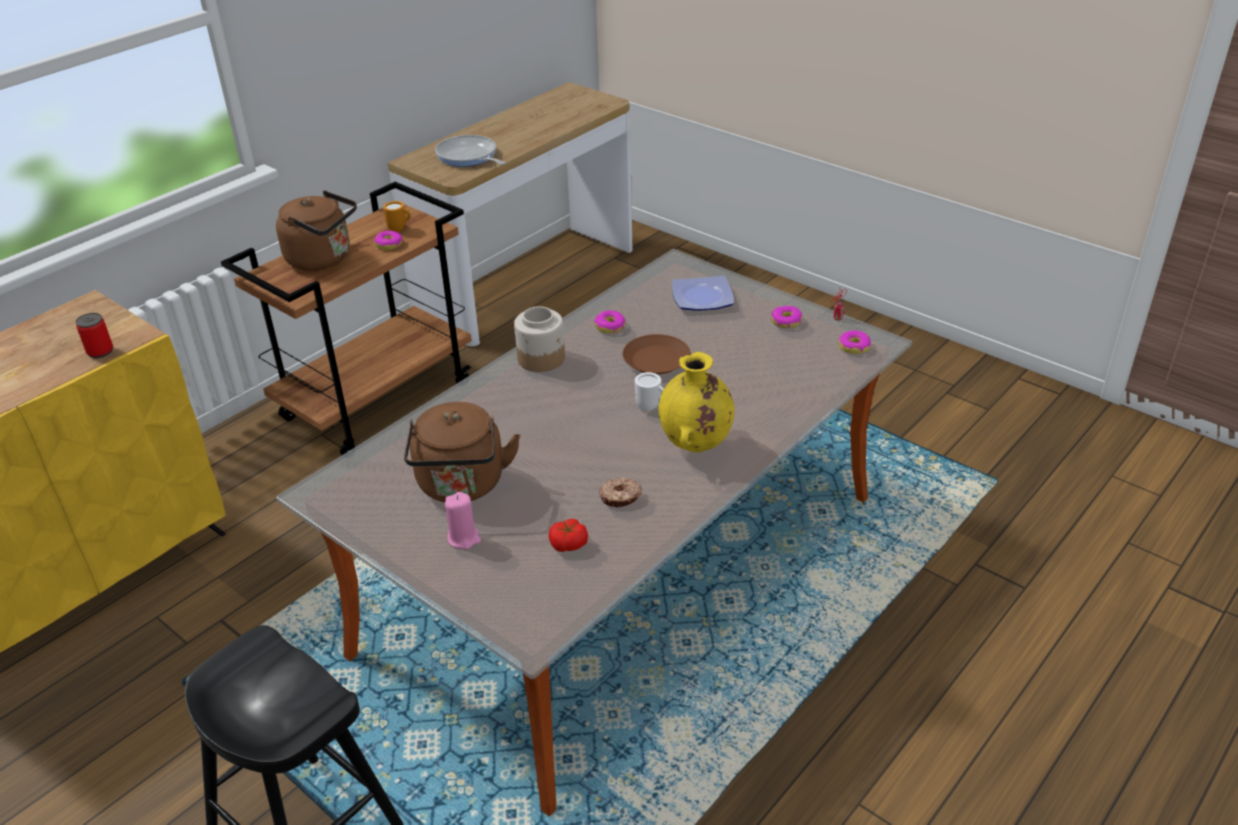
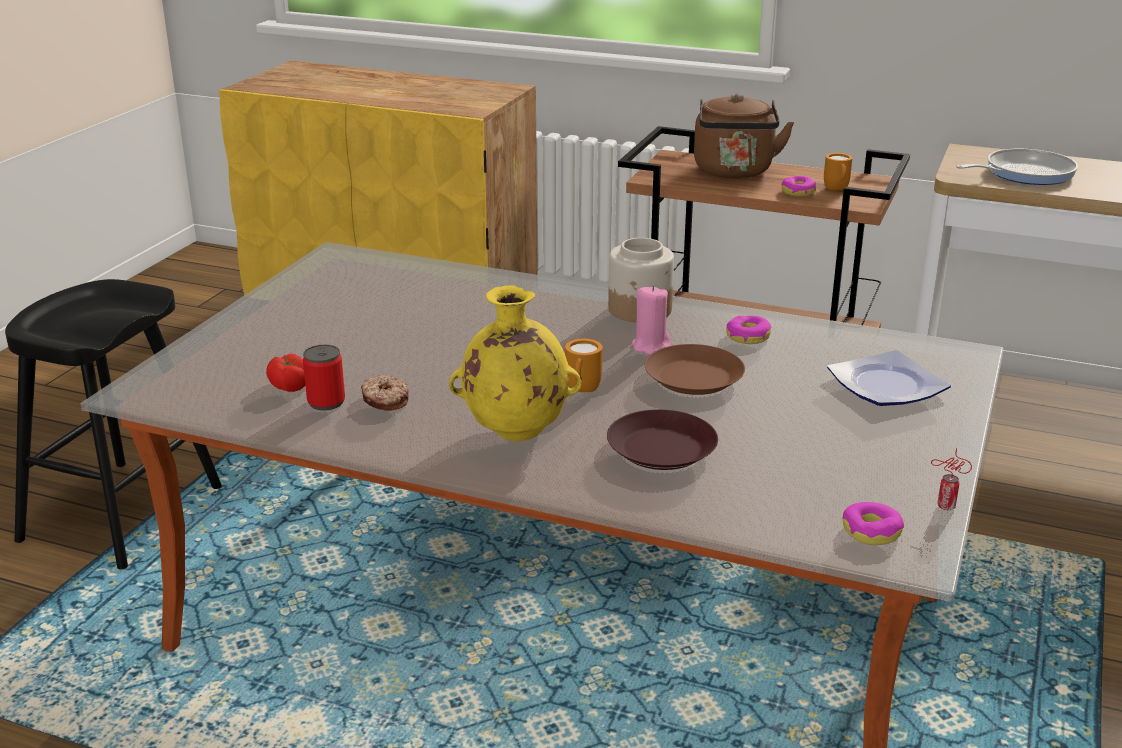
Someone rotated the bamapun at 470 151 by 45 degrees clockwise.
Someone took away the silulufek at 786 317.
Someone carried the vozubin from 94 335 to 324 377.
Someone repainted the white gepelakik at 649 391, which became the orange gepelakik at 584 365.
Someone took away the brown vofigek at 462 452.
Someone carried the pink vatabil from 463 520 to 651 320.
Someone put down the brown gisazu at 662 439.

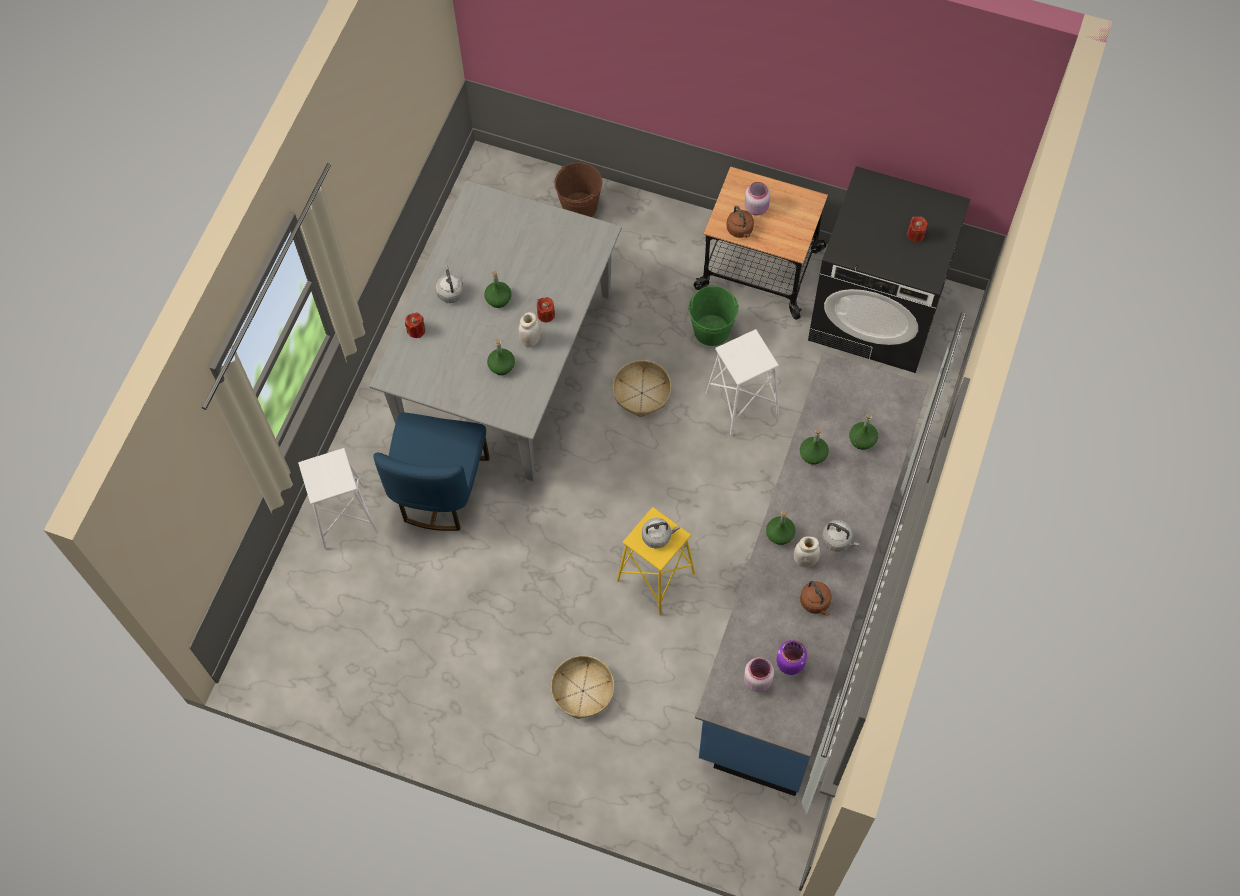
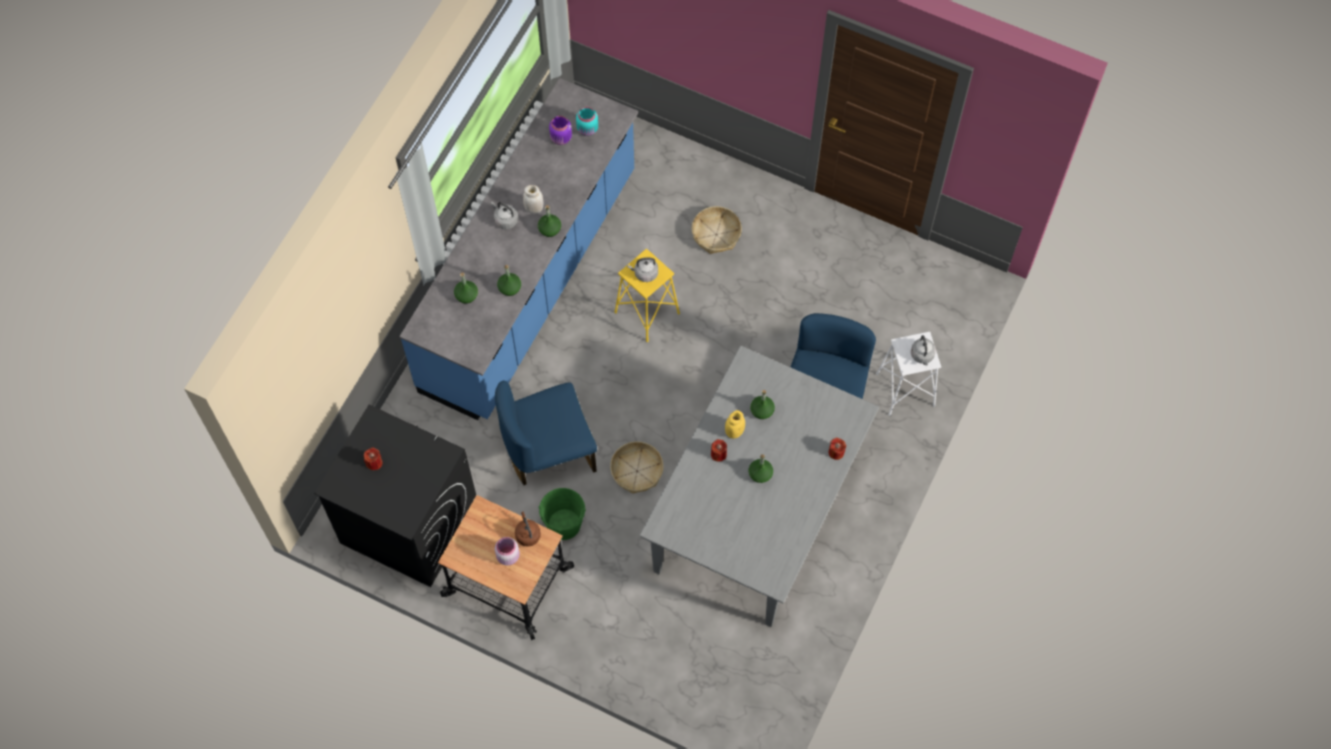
Someone took away the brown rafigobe at 578 190.
Someone carried the grey vofigek from 450 284 to 923 350.
Someone repainted the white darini at 529 329, which became the yellow darini at 735 424.
Someone swapped the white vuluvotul at 742 382 for the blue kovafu at 546 432.
Someone took away the brown vofigek at 816 598.
Someone repainted the pink darini at 759 674, which became the turquoise darini at 587 121.

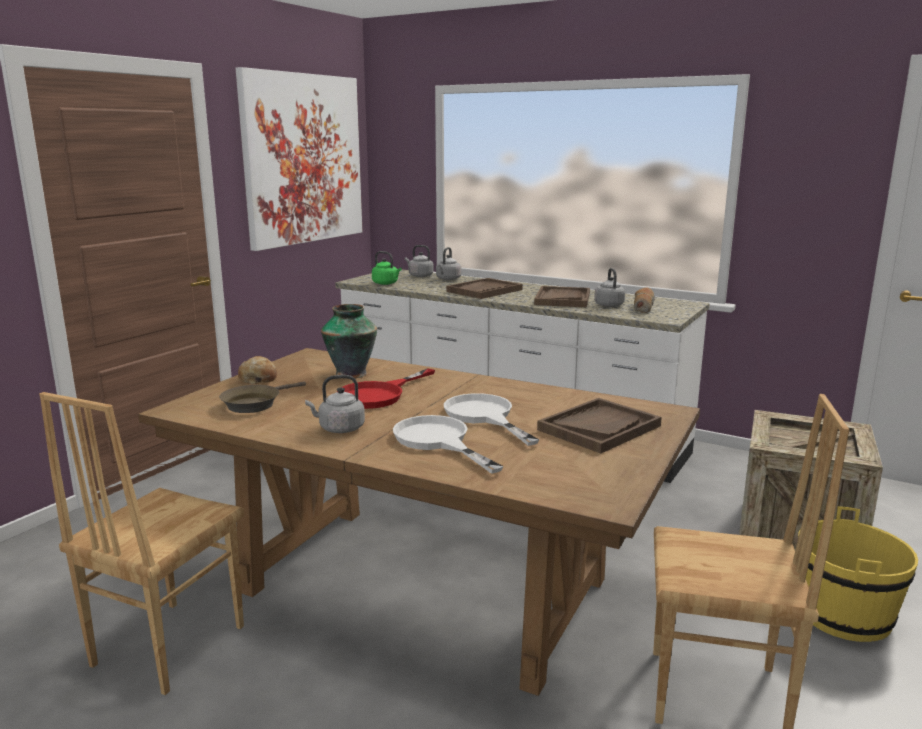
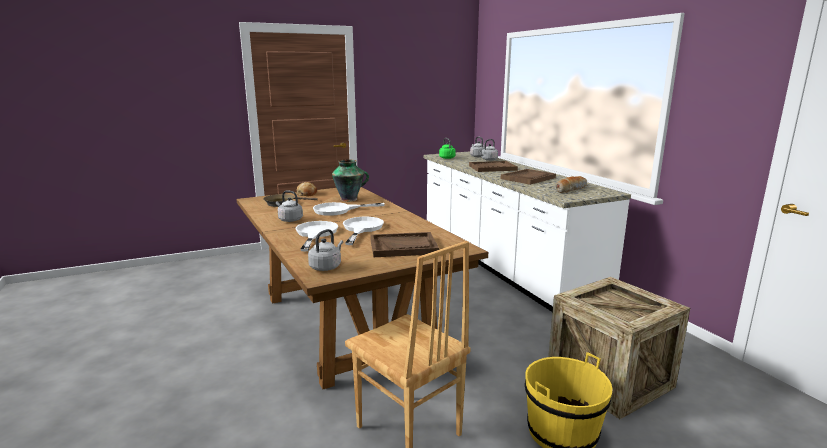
Someone took away the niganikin at 299 159.
Someone carried the grey vofigek from 609 287 to 325 250.
Someone repainted the red bamapun at 386 388, which became the white bamapun at 349 209.
Someone took away the brown kovafu at 142 543.

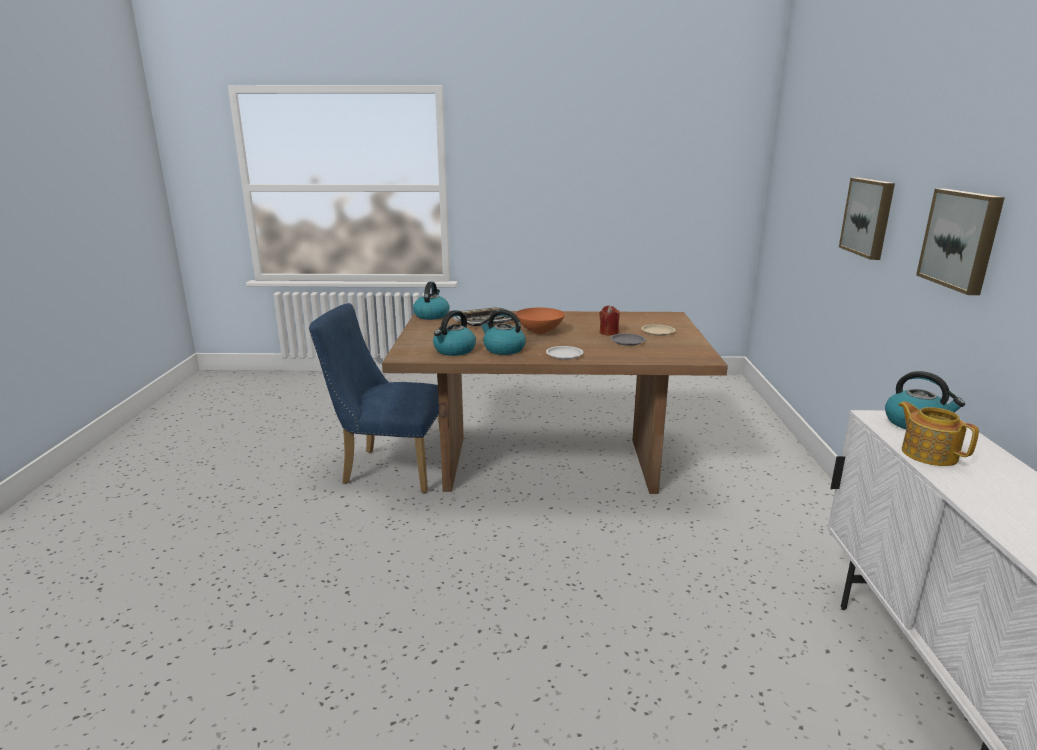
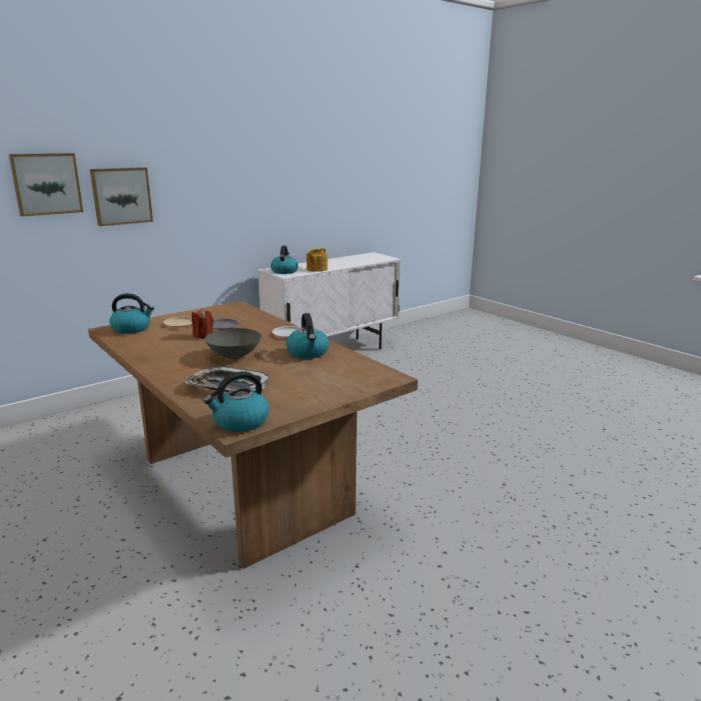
Someone carried the niganikin from 960 242 to 46 184.
Someone took away the blue kovafu at 374 398.
Someone repainted the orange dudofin at 540 321, which became the grey dudofin at 233 343.
Someone carried the vofigek from 454 333 to 131 313.

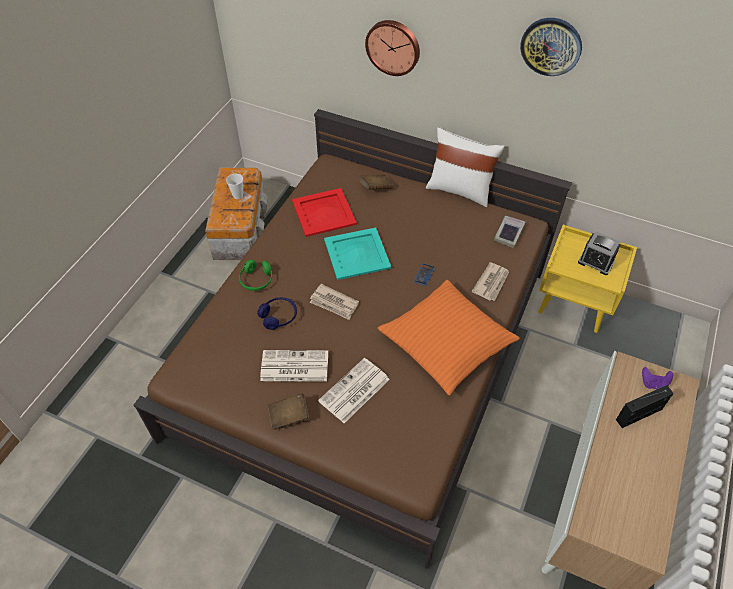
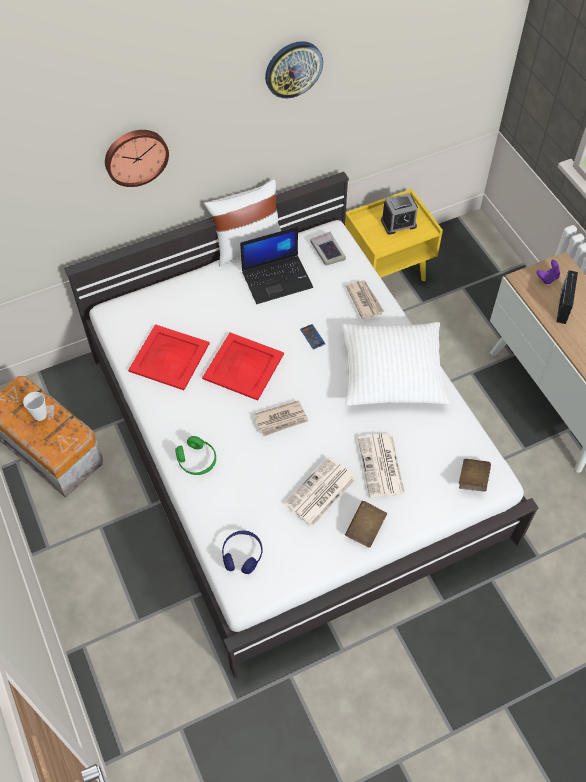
Someone repainted the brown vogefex at 352 339, which became the white vogefex at 301 425.
Someone carried the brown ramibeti from 376 182 to 475 475.
Someone repainted the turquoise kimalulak at 357 254, which became the red kimalulak at 243 366.
Someone repainted the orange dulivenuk at 449 338, which became the white dulivenuk at 396 364.
Someone carried the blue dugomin from 277 313 to 242 552.
Someone put down the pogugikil at 276 265.

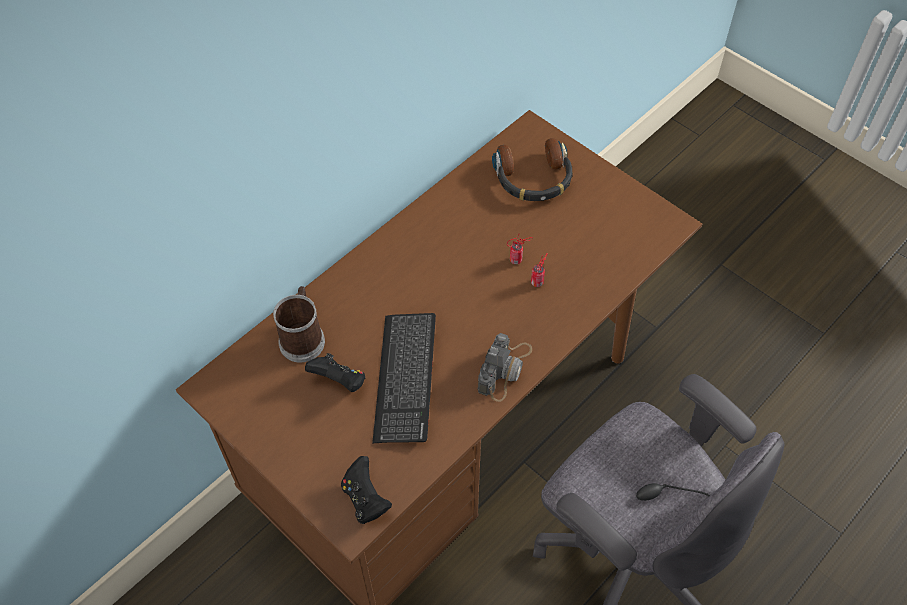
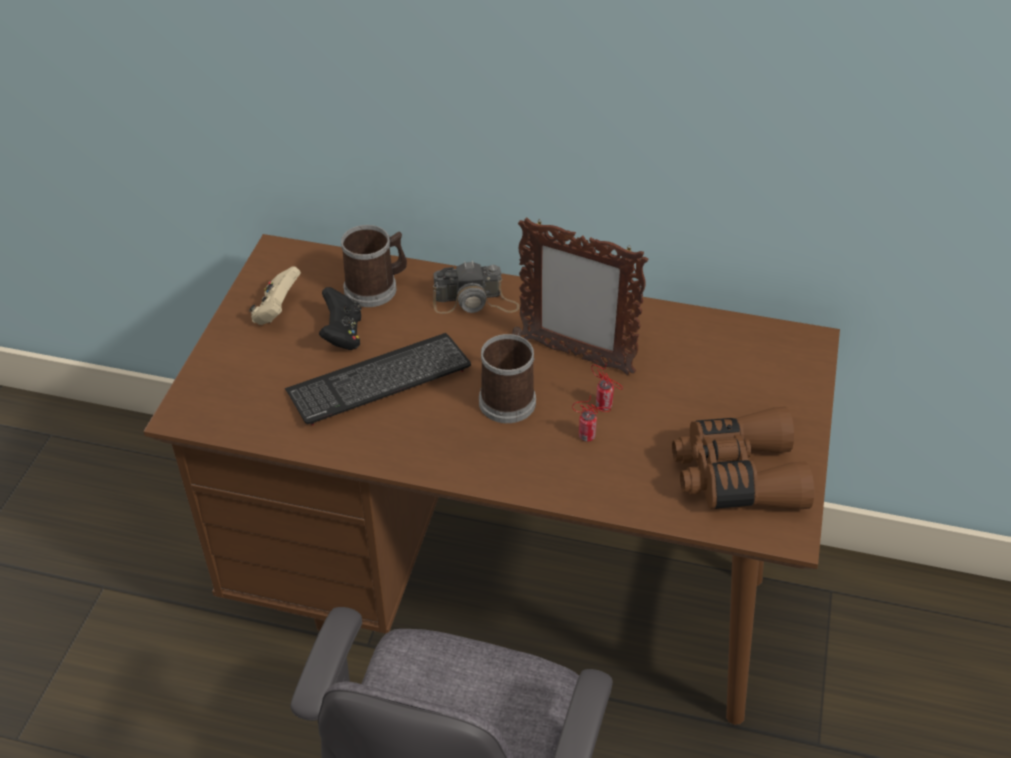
Someone took away the dugomin at 532 169.
Someone carried the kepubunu from 505 367 to 476 287.
Someone took away the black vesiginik at 366 490.
Someone put down the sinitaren at 583 296.
Someone put down the beige vesiginik at 275 295.
Someone put down the gepelakik at 507 375.
Someone put down the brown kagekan at 743 458.

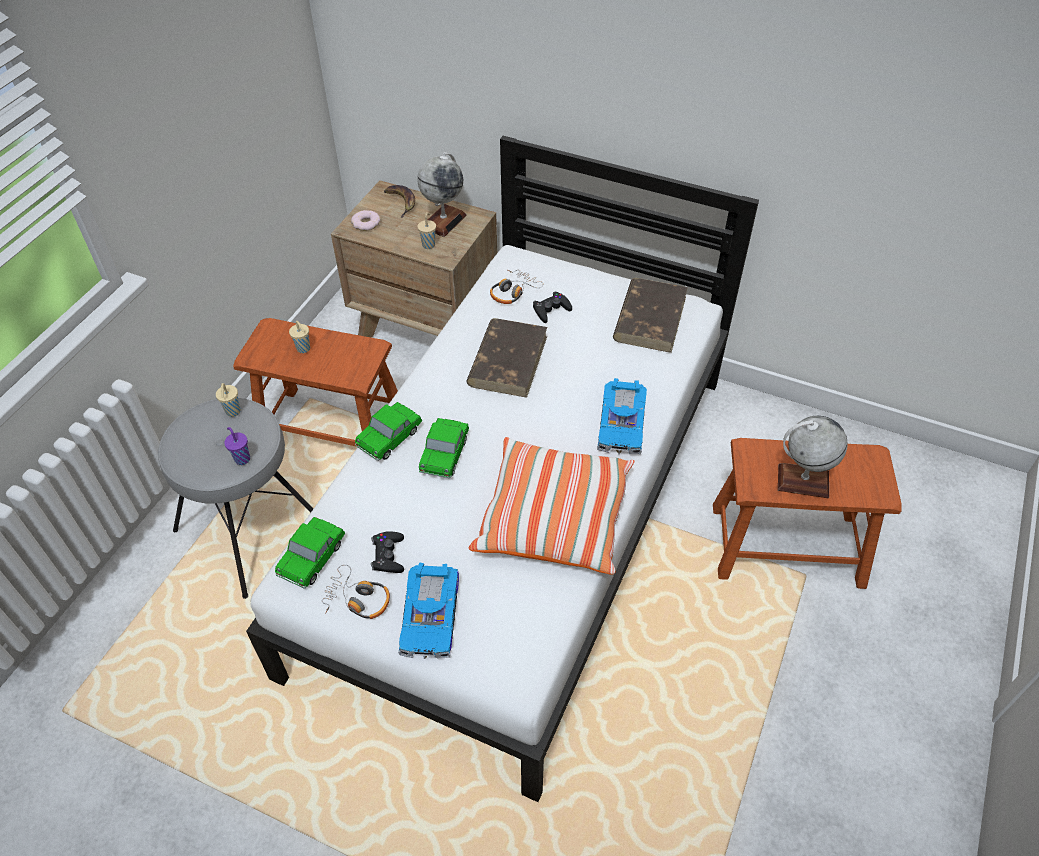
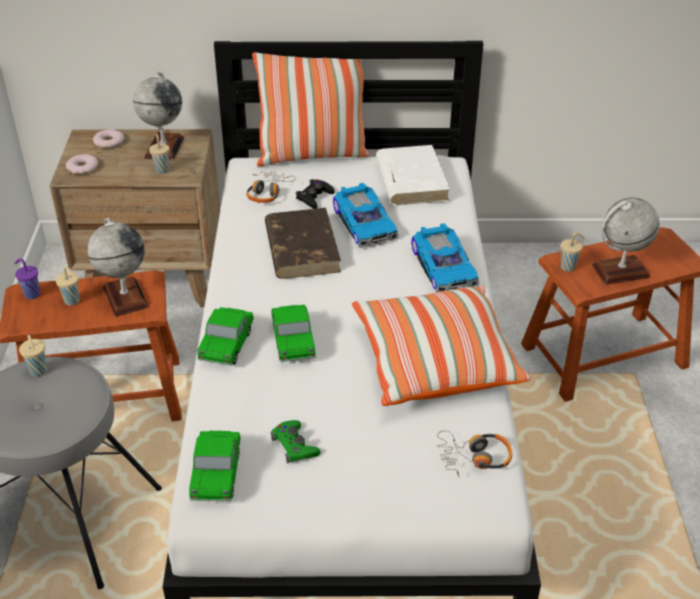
Someone swapped the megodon at 399 201 for the silulufek at 108 139.
Someone repainted the brown ramibeti at 650 315, which became the white ramibeti at 413 175.
Someone carried the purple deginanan from 237 446 to 27 278.
Someone repainted the black vesiginik at 387 552, which became the green vesiginik at 295 441.
Someone carried the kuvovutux from 428 611 to 366 215.
Someone carried the dugomin from 356 592 to 474 453.
Someone put down the dulivenuk at 311 109.
Someone put down the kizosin at 118 267.
Someone put down the beige deginanan at 572 252.

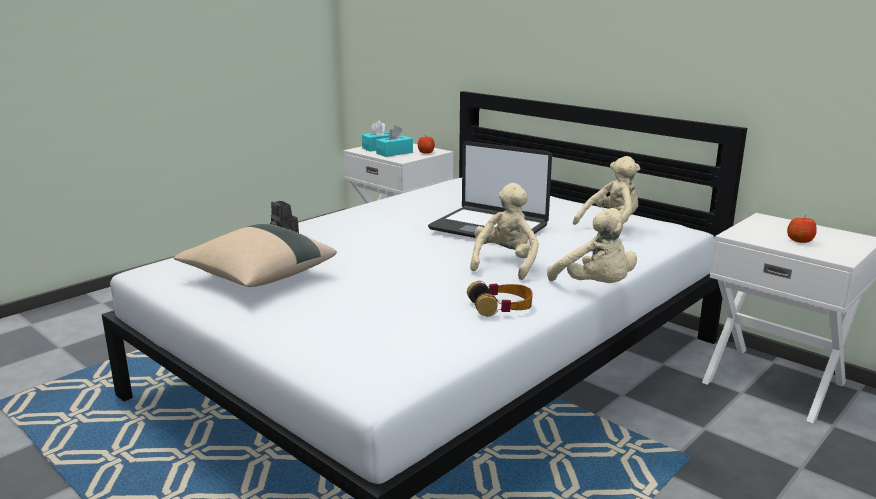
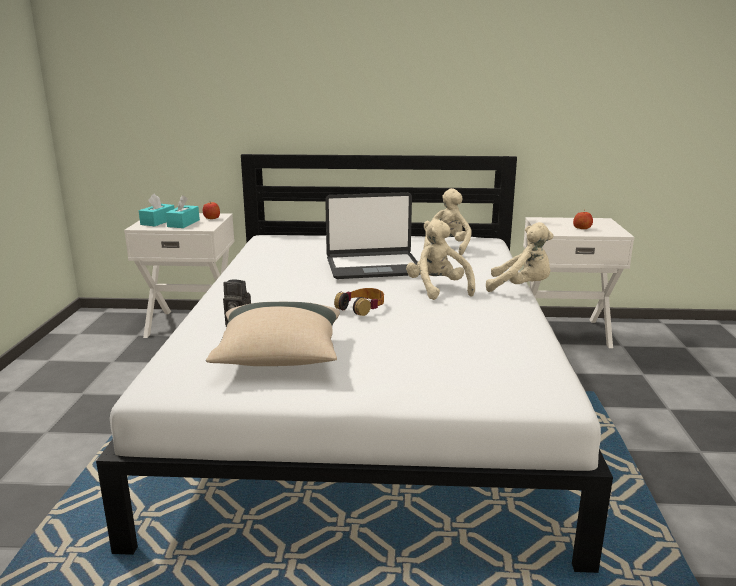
Someone carried the dugomin from 500 299 to 359 302.

